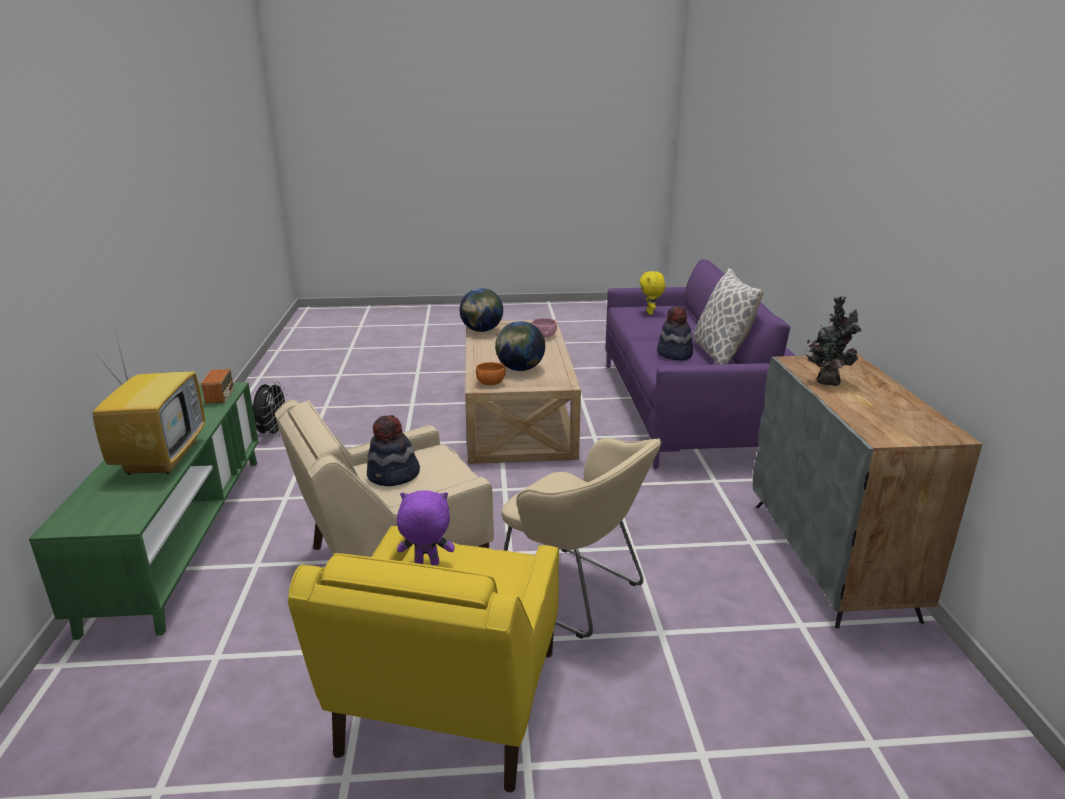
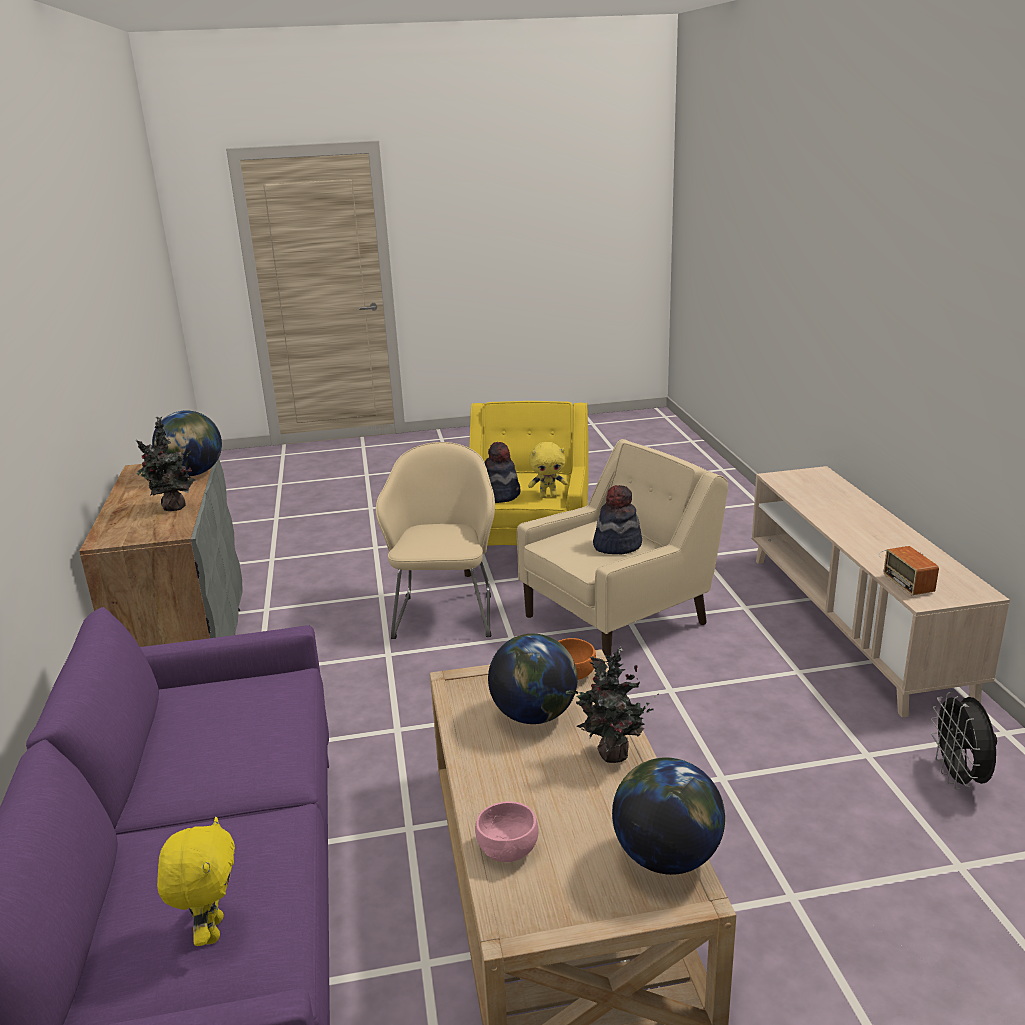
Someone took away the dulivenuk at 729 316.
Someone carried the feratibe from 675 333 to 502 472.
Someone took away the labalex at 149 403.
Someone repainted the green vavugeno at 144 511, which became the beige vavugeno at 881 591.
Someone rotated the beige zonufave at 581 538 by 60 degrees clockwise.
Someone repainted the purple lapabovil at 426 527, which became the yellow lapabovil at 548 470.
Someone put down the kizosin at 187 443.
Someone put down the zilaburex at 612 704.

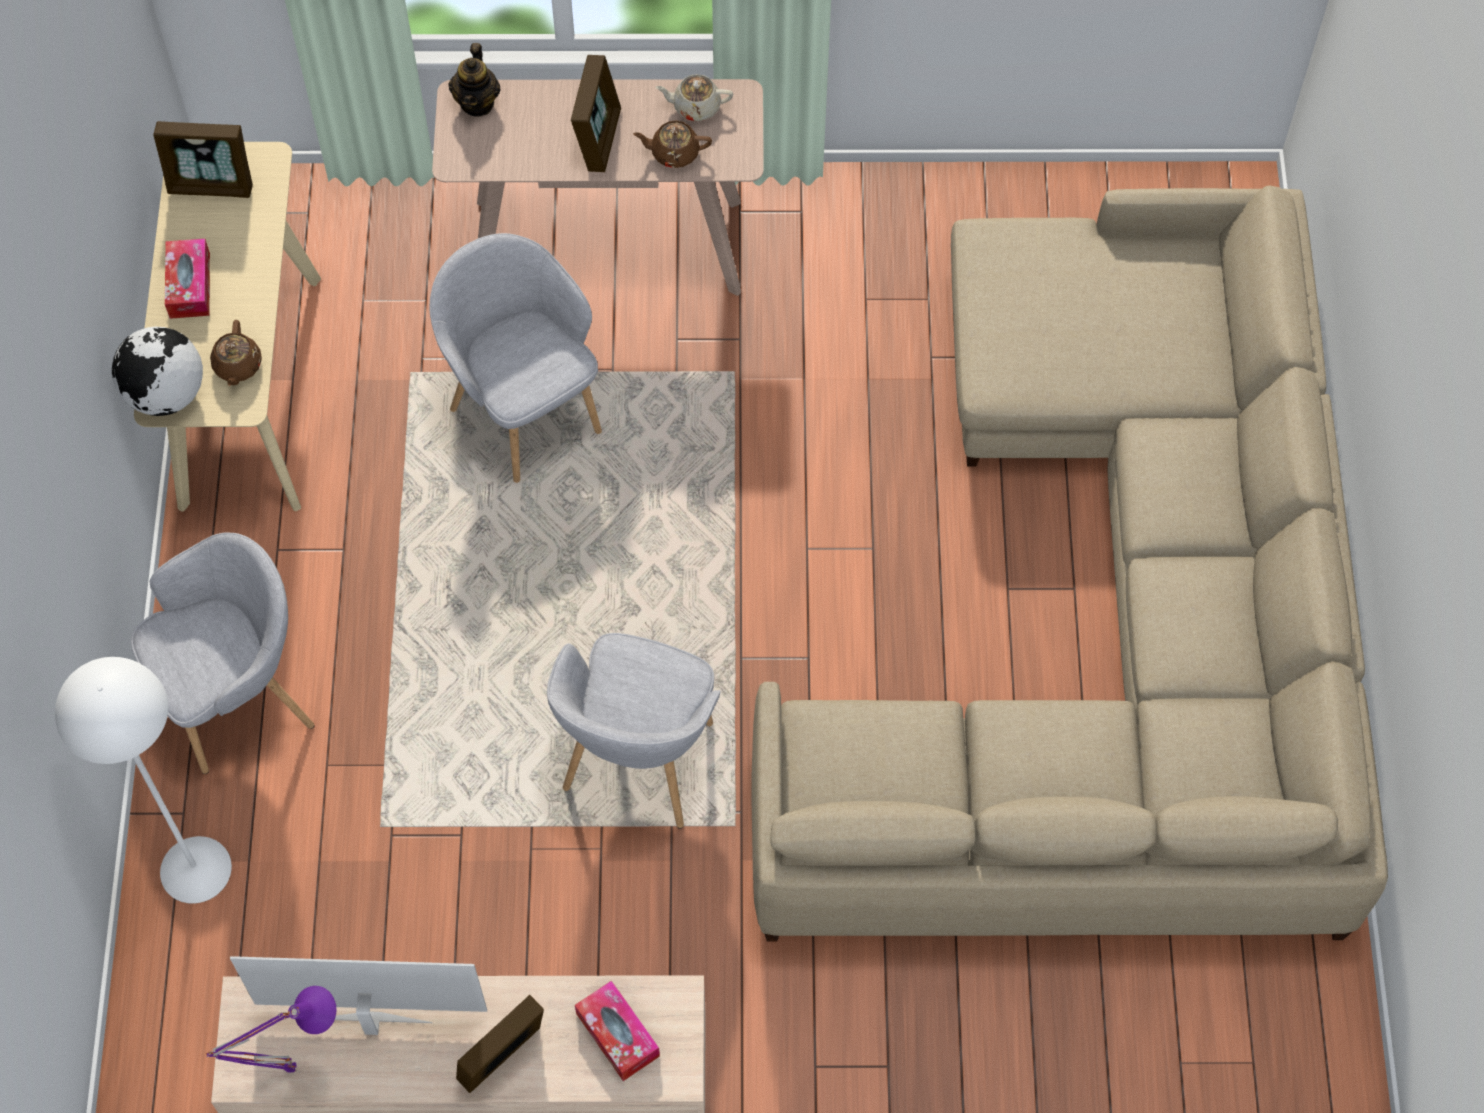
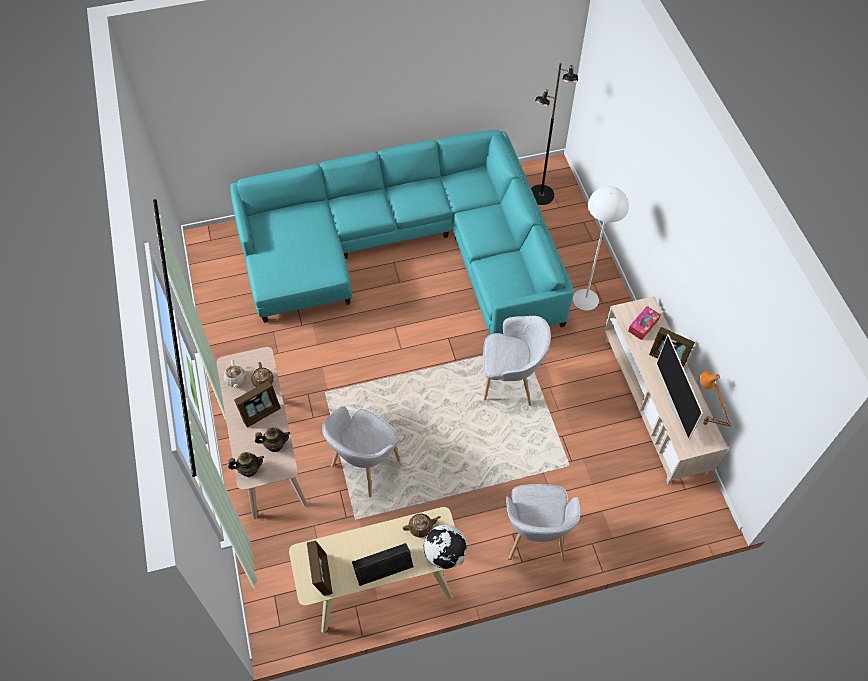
Someone rotated the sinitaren at 596 113 by 150 degrees clockwise.
Someone repainted the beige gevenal at 1069 563, which became the turquoise gevenal at 402 232.
Someone swapped the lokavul at 187 279 for the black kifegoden at 383 564.
Someone rotated the grey zonufave at 223 653 by 135 degrees counterclockwise.
Someone carried the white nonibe from 143 780 to 601 248.
Someone repainted the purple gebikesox at 271 1029, which became the orange gebikesox at 715 398.
Someone put down the black nonibe at 554 134.
Someone put down the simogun at 272 439.

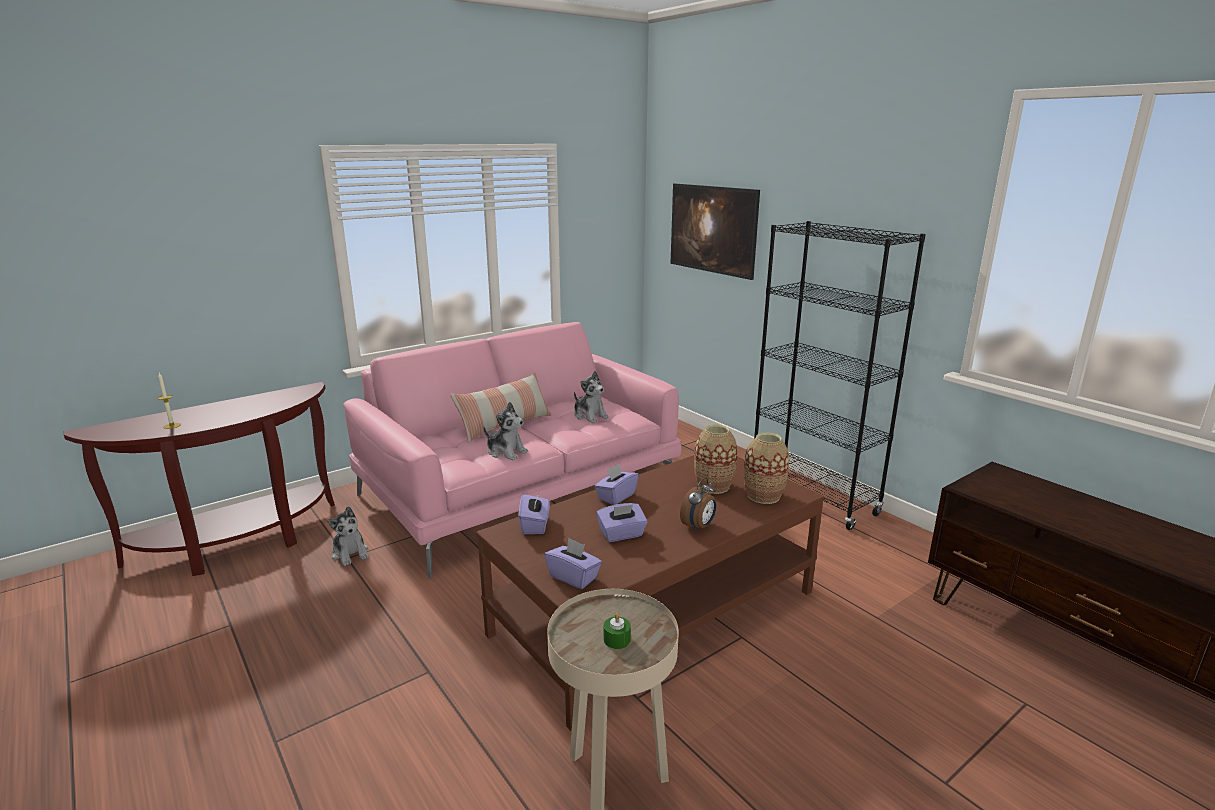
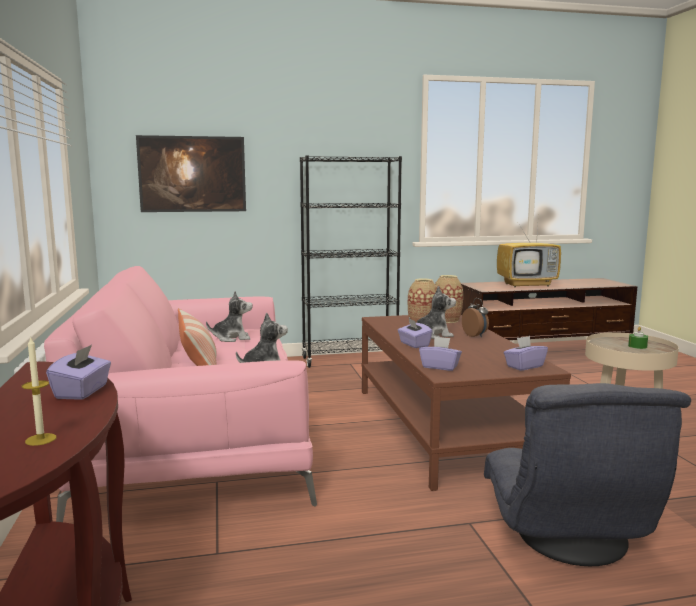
Someone carried the purple lokavul from 622 522 to 78 372.
Someone carried the lapabovil from 348 536 to 432 312.
Someone put down the labalex at 529 250.
Someone put down the grey zonufave at 587 474.

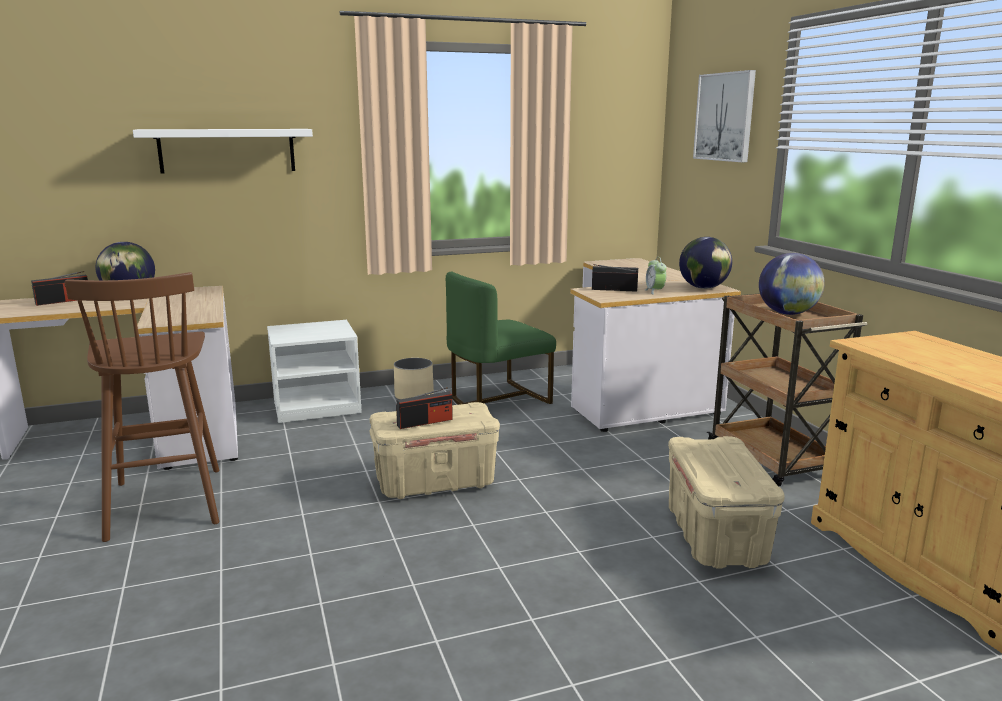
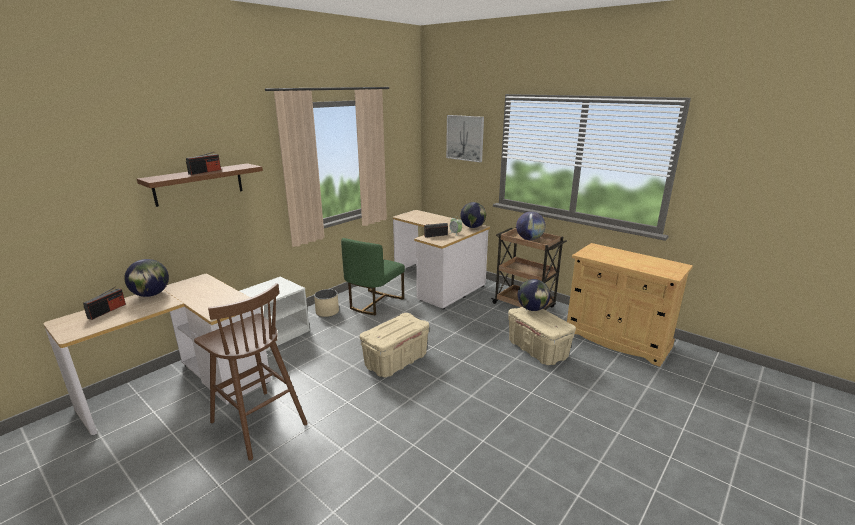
Someone repainted the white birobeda at 223 151, which became the brown birobeda at 200 185.
Someone carried the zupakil from 424 408 to 203 163.
Someone put down the kizosin at 534 295.

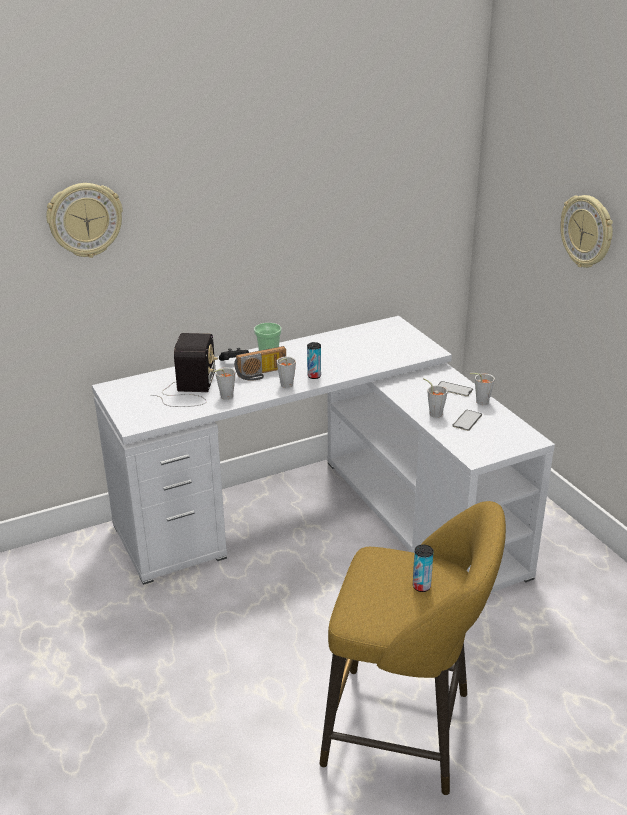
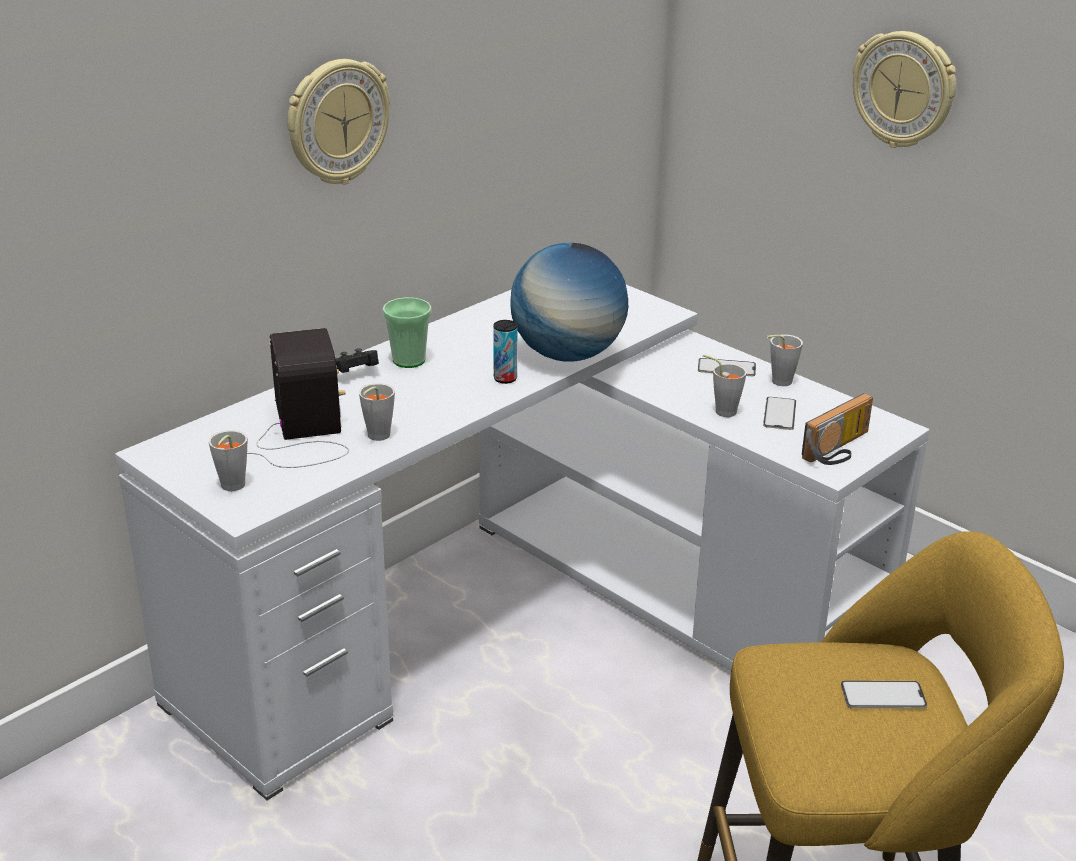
Someone carried the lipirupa from 84 220 to 338 122.
Someone carried the zupakil from 260 363 to 837 429.
Someone carried the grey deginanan from 286 372 to 227 460.
Someone swapped the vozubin at 423 568 for the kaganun at 884 695.
Someone put down the kizosin at 569 302.

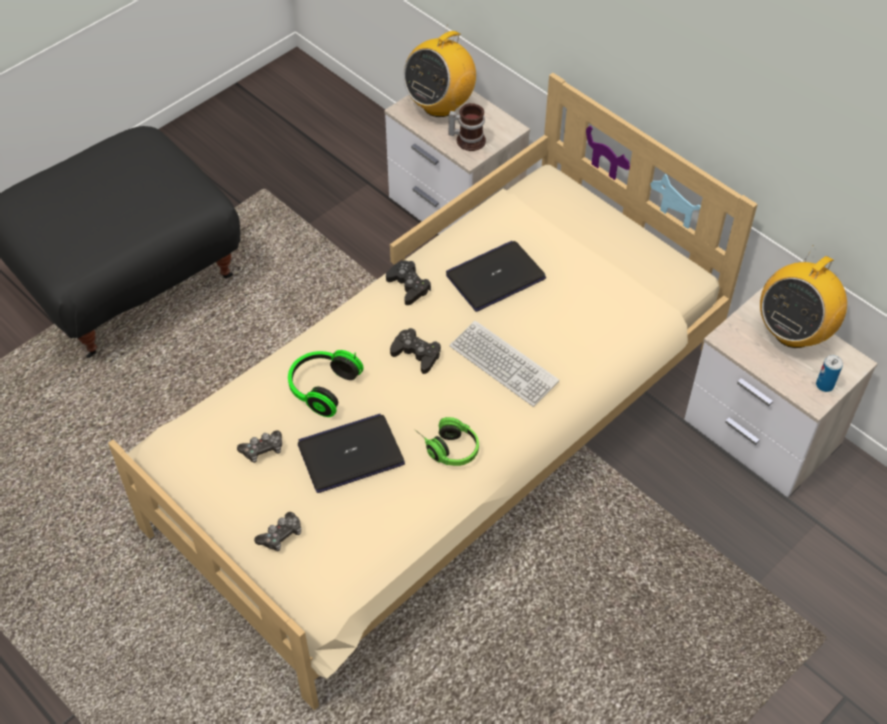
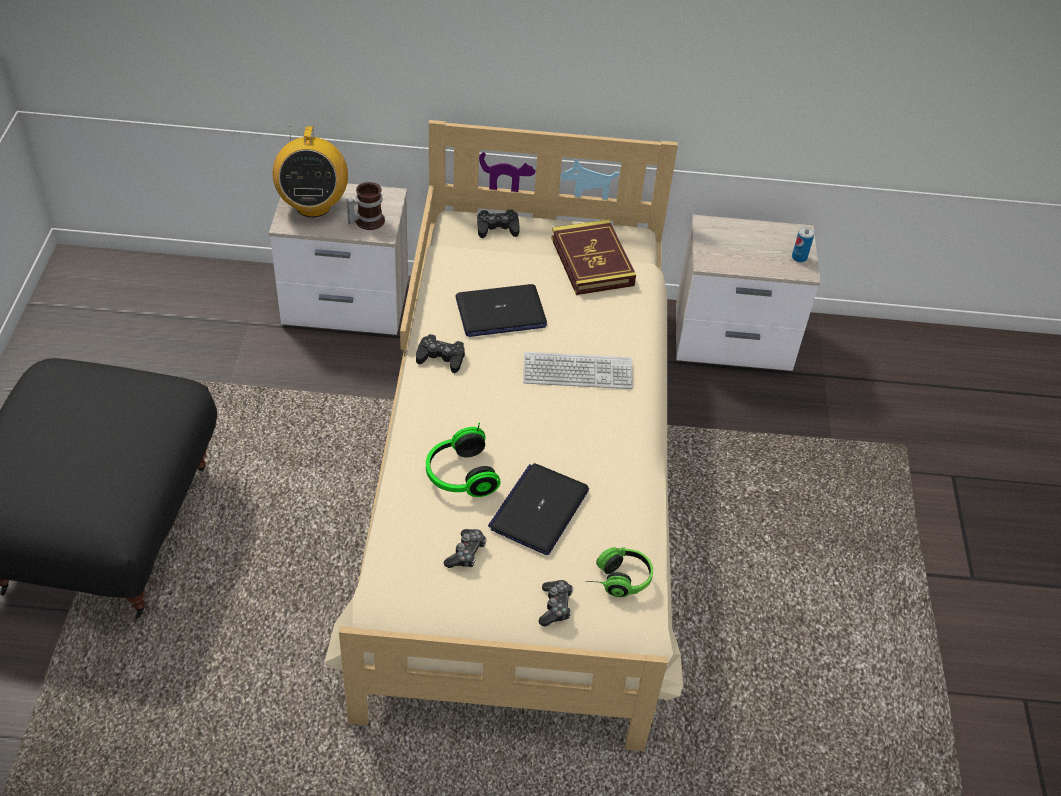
Someone rotated the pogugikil at 496 276 by 120 degrees counterclockwise.
Someone took away the zupakil at 803 296.
Someone carried the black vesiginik from 415 351 to 498 223.
Someone carried the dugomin from 446 441 to 619 572.
Someone put down the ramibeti at 593 257.

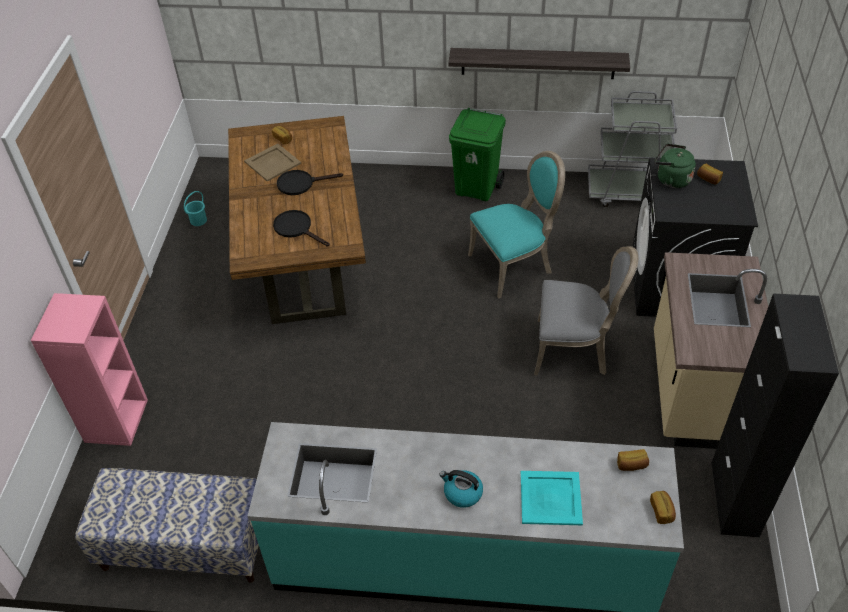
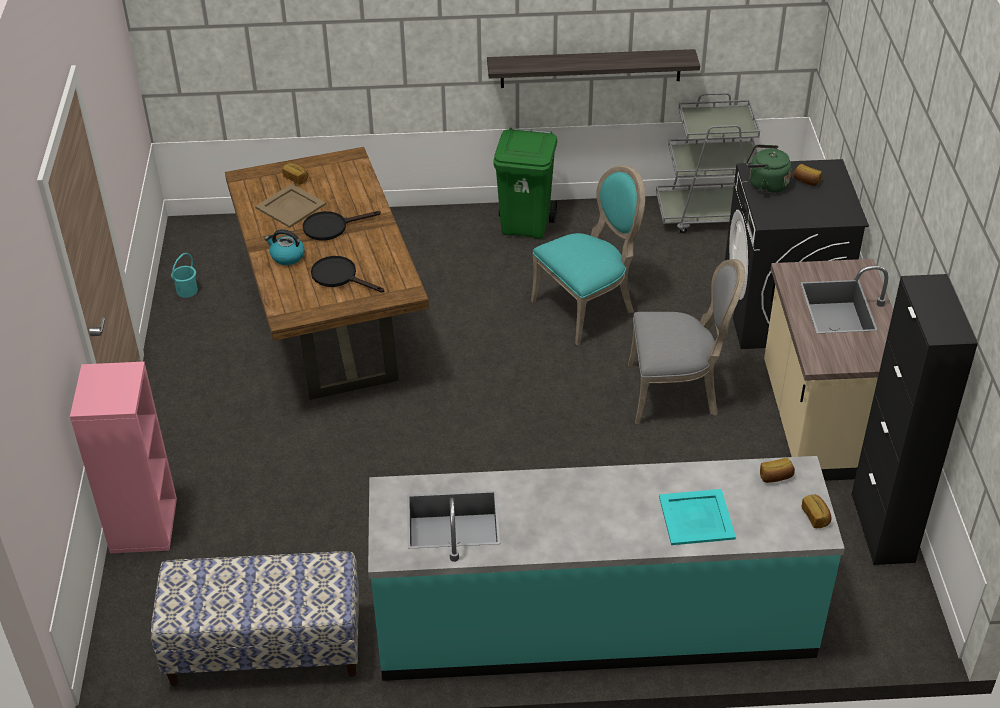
Someone carried the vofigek from 461 489 to 285 247.

